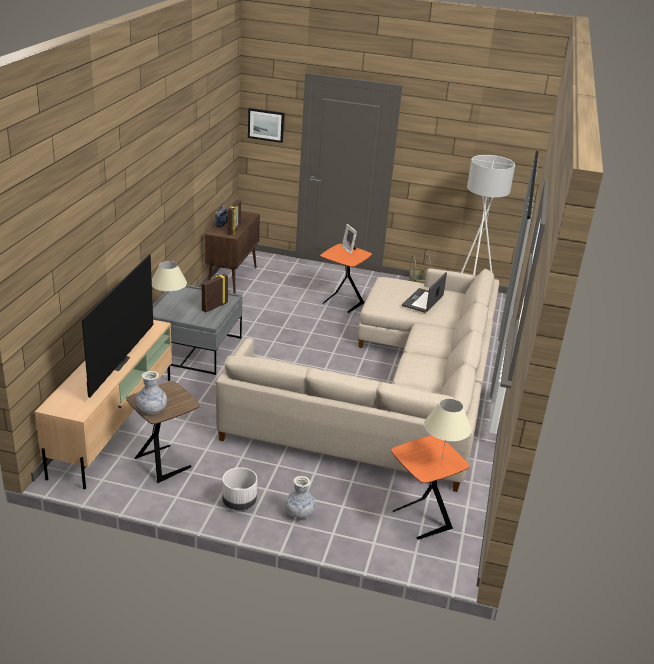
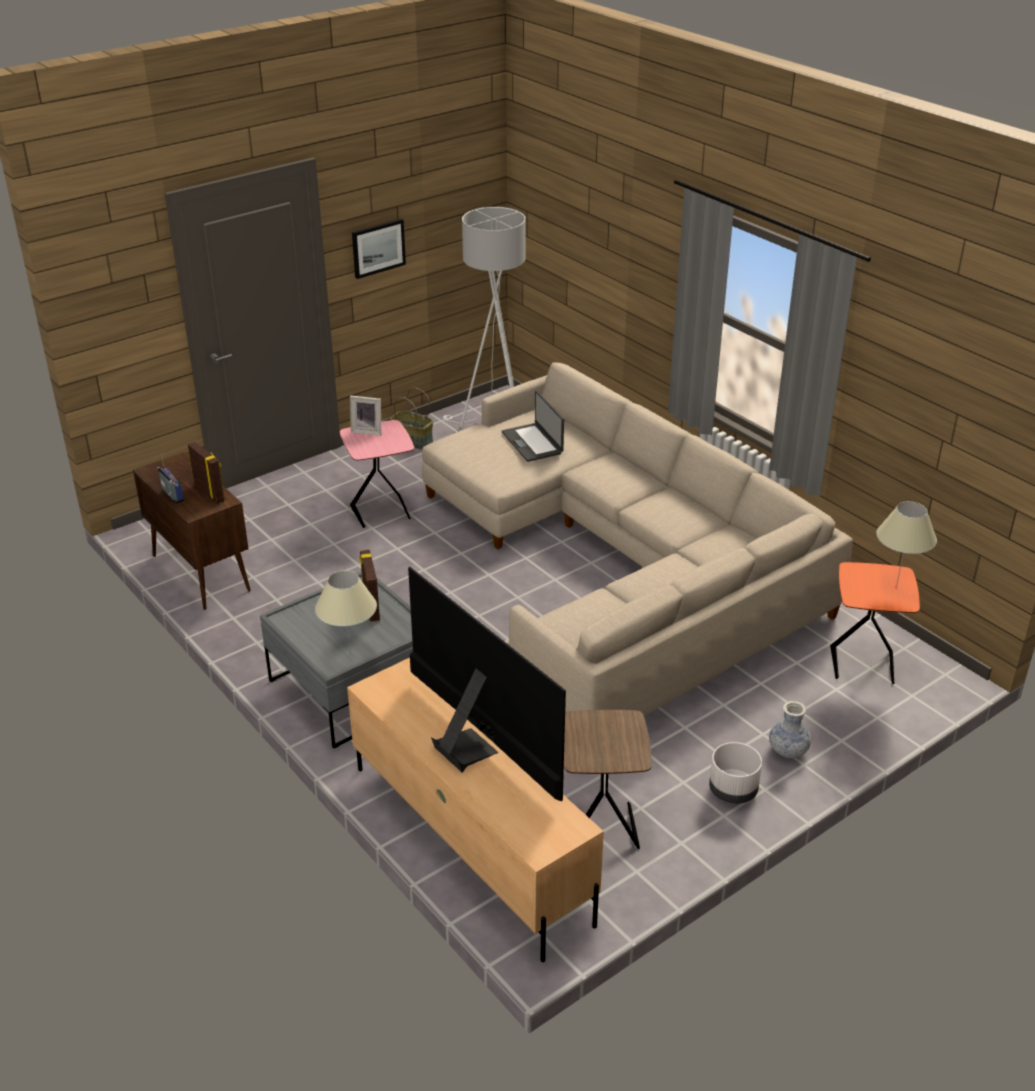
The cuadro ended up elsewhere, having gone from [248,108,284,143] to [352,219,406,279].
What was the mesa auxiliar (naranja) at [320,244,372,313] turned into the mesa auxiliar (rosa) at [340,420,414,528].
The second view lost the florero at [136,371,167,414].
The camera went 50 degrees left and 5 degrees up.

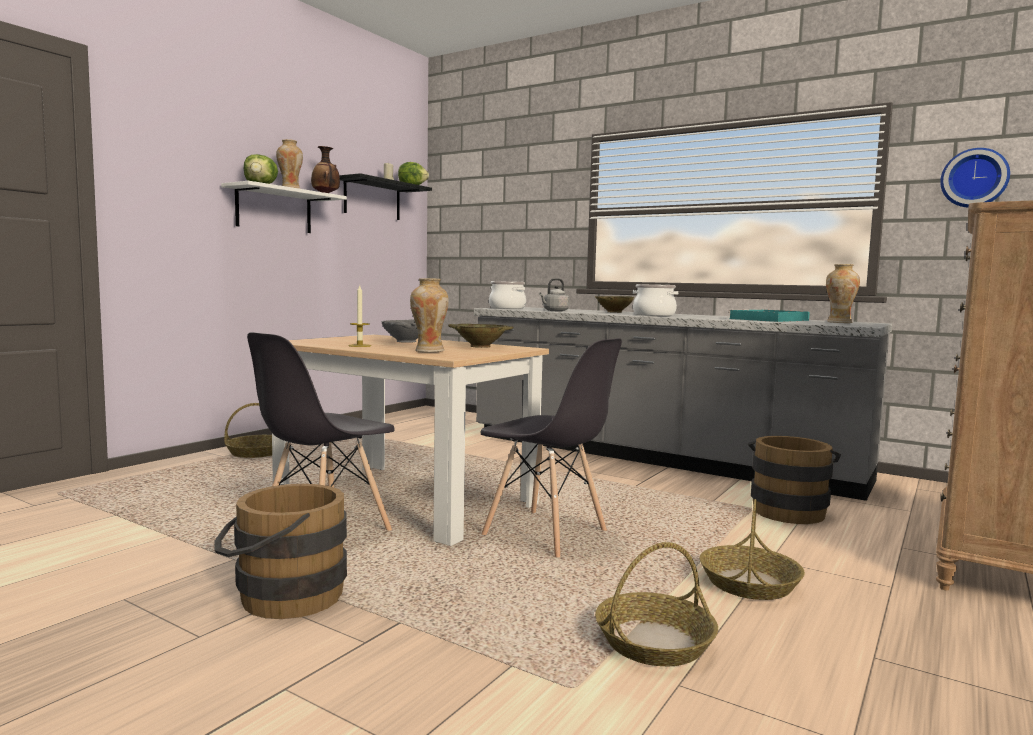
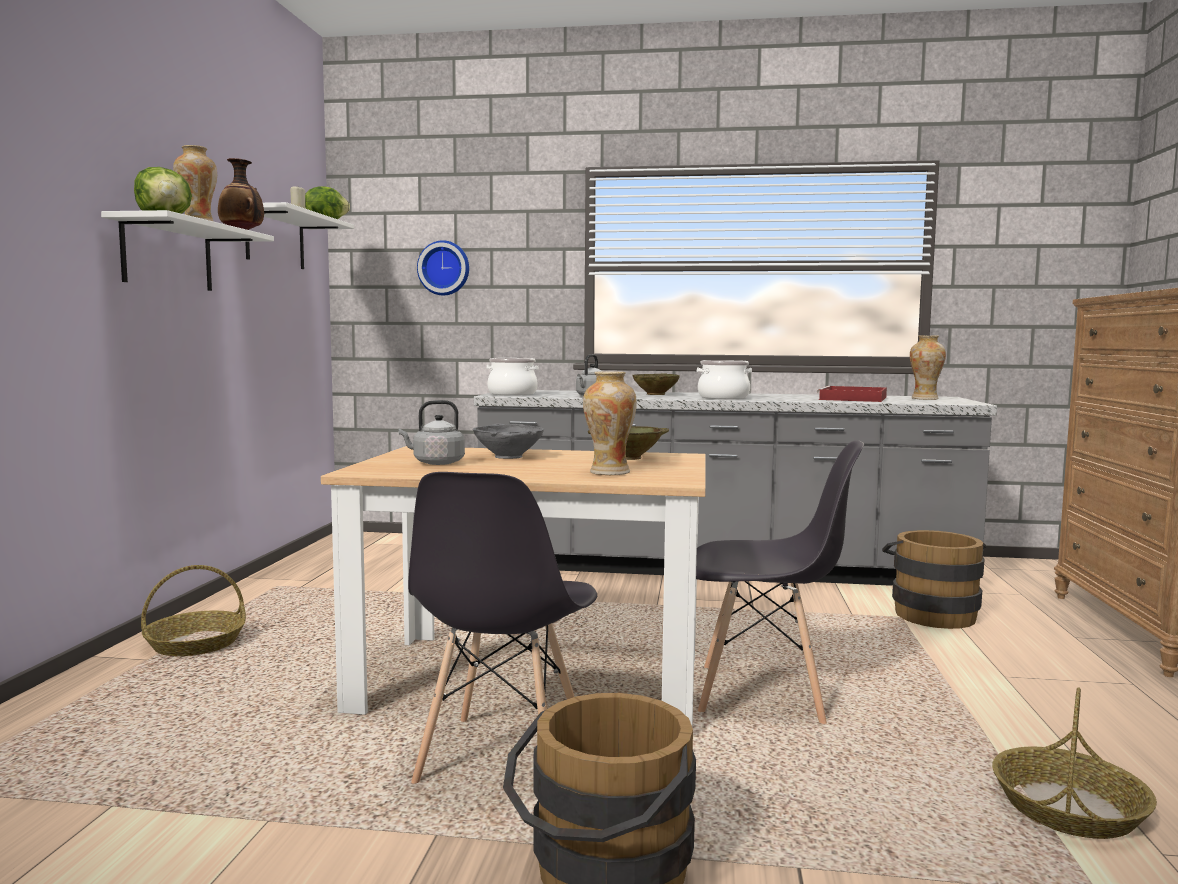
The reloj de pared ended up elsewhere, having gone from [940,148,1010,207] to [417,240,469,295].
What was the estante (negro) at [339,173,432,220] turned into the estante (blanco) at [245,202,354,269].
The second view lost the vela at [348,285,371,347].
What was the bandeja (turquesa) at [728,309,810,322] turned into the bandeja (rojo) at [817,386,887,402].
The second view lost the cesta at [699,499,805,600].
The second view gained the hervidor (gris) at [398,400,465,465].
The camera went 25 degrees left and 0 degrees up.

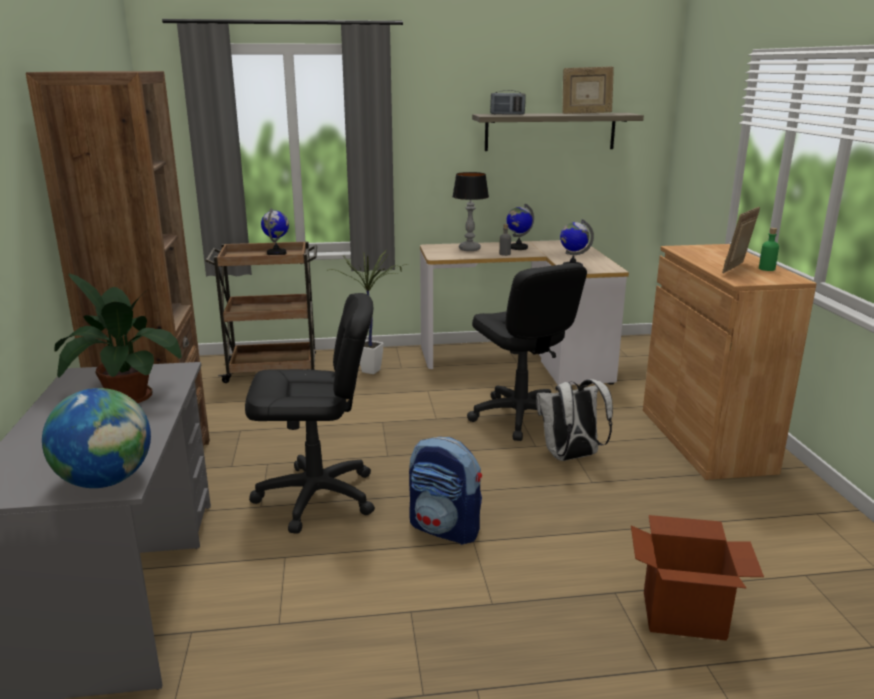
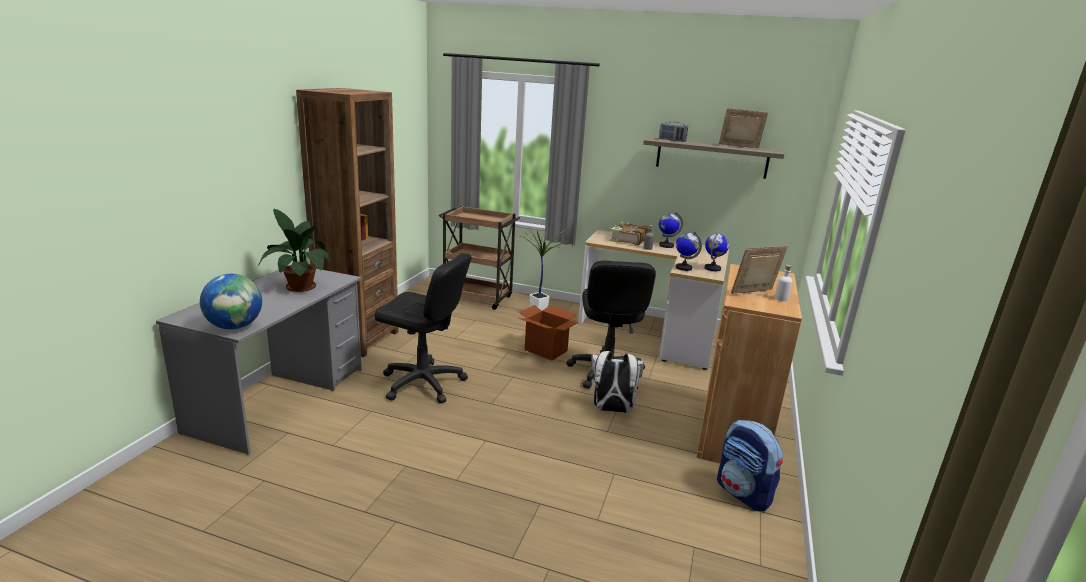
The portarretratos at [562,66,614,114] ended up facing another way, 150 degrees clockwise from before.
Where the lámpara de mesa stood at [452,172,489,251], the libro came to stand at [610,221,649,245].
The globo terráqueo ended up elsewhere, having gone from [261,209,289,255] to [704,232,729,271].
What was the botella (verde) at [759,228,779,271] turned into the botella (blanco) at [775,265,792,301].
The mochila ended up elsewhere, having gone from [409,437,482,545] to [717,420,783,512].
The caja de cartón ended up elsewhere, having gone from [631,515,764,641] to [519,305,579,360].
The camera went 25 degrees right and 0 degrees up.

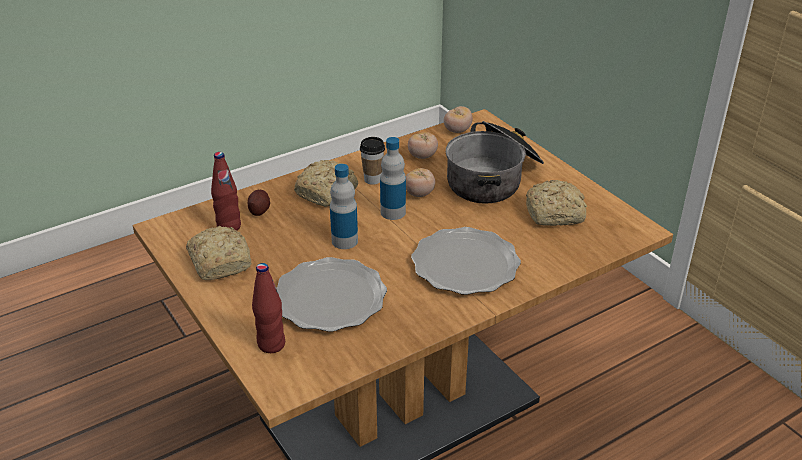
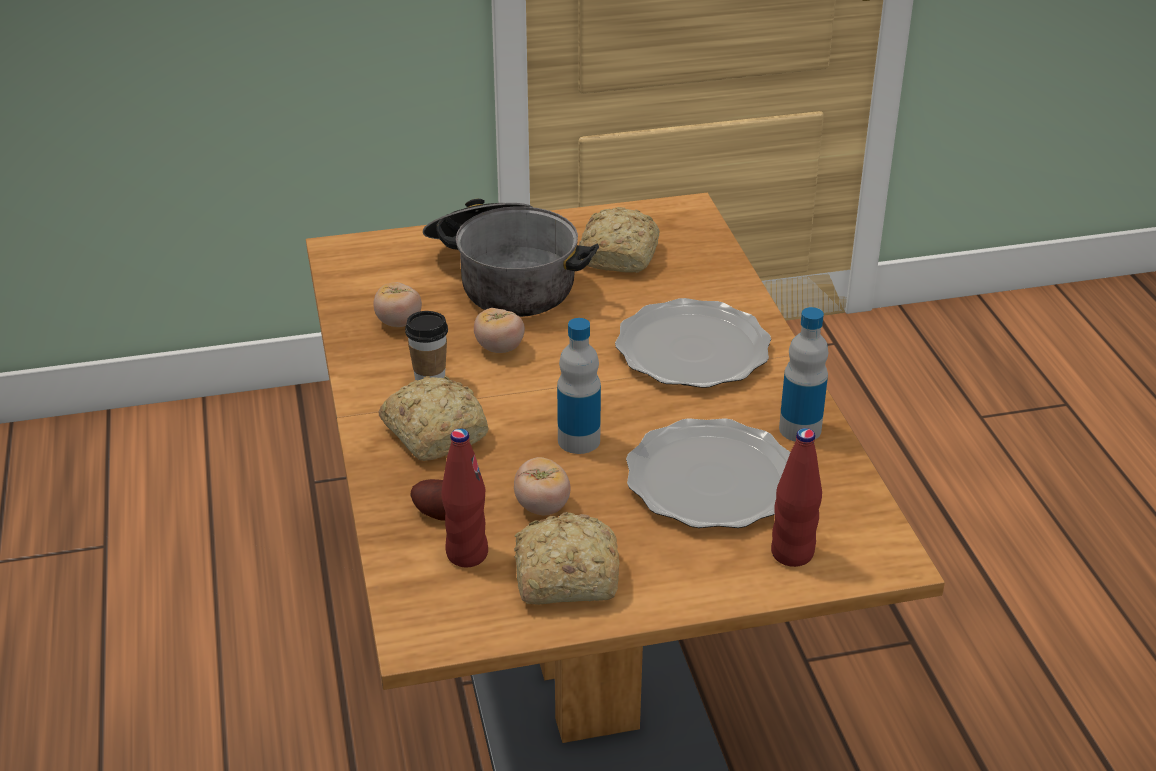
The tomate ended up elsewhere, having gone from [444,106,473,133] to [514,457,571,515].
The botella ended up elsewhere, having gone from [380,137,406,220] to [779,307,828,442].
The camera went 70 degrees left and 0 degrees up.

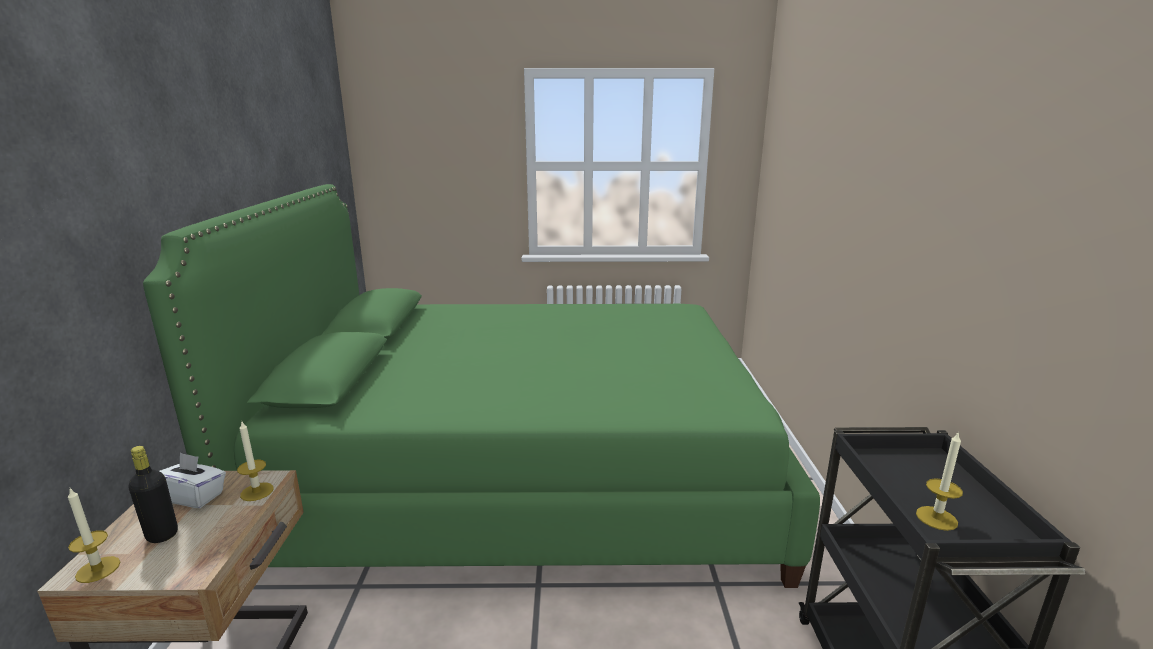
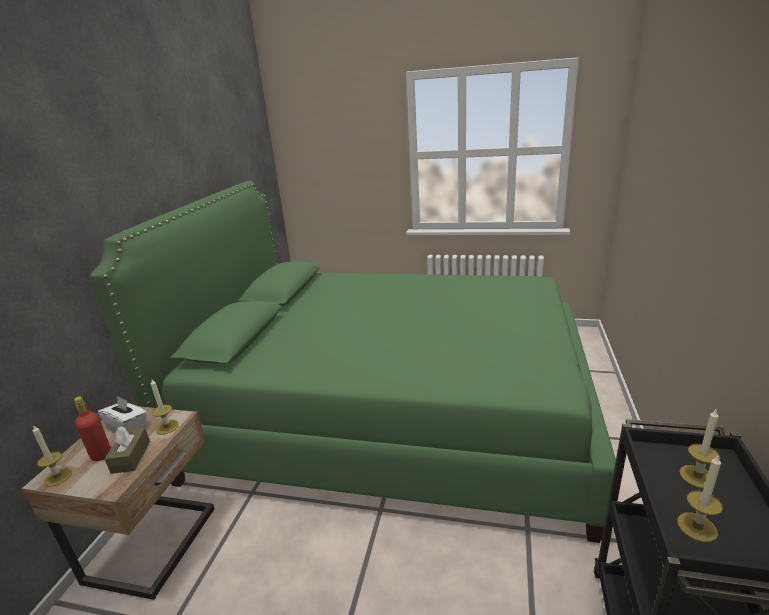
What was the botella (negro) at [128,446,178,543] turned into the botella (rojo) at [74,396,111,461].
The second view gained the vela at [679,410,720,488].
The second view gained the caja de pañuelos (marrón) at [105,426,150,474].
The camera went 15 degrees right and 5 degrees up.

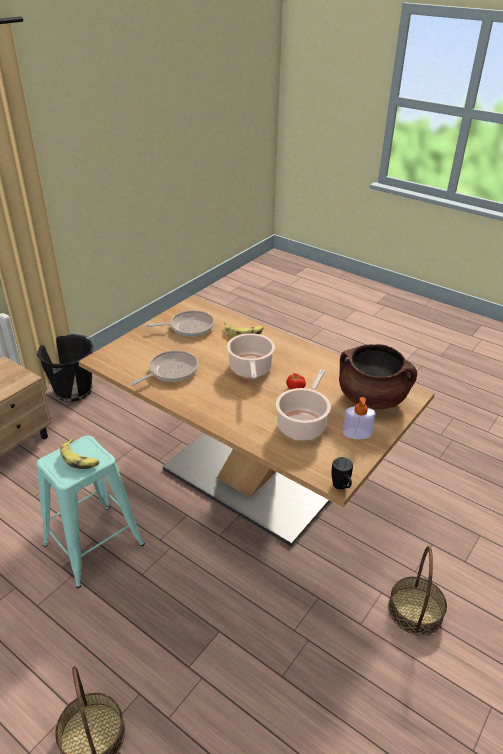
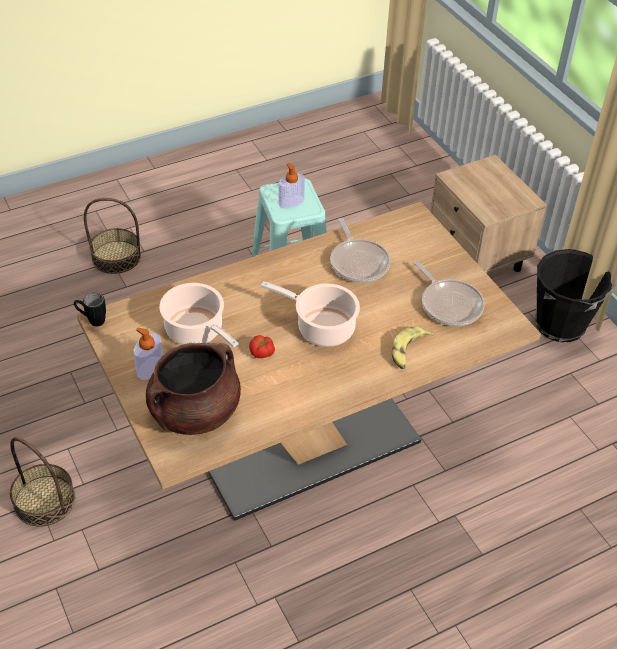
The sartén at [145,310,214,337] ended up facing another way, 45 degrees counterclockwise from before.
Where the plátano stood at [60,438,99,469], the dispensador de jabón came to stand at [279,163,305,208].
The camera went 115 degrees right and 10 degrees up.

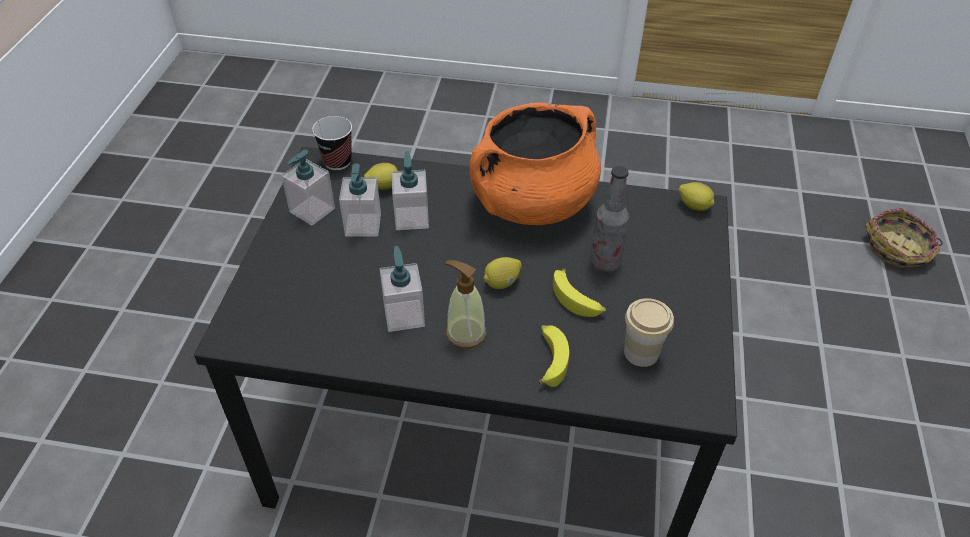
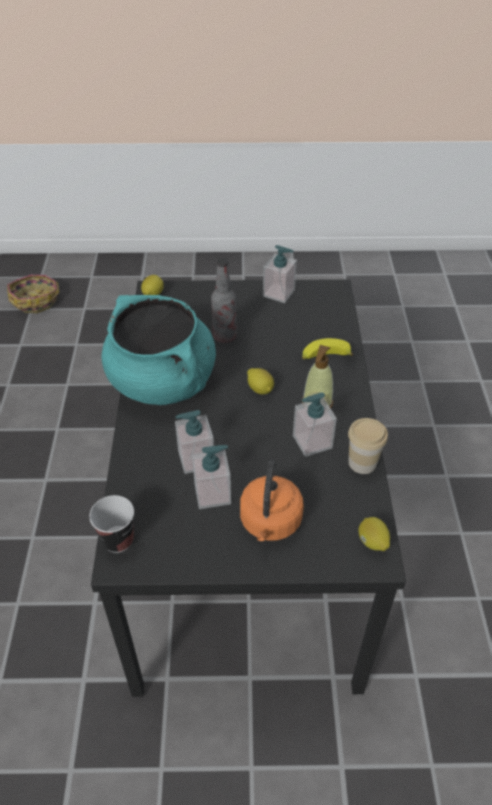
What was the olla (naranja) at [470,102,601,225] turned into the olla (turquesa) at [101,295,216,405].
The dispensador de jabón ended up elsewhere, having gone from [281,150,335,225] to [263,245,297,303].
The limón ended up elsewhere, having gone from [364,163,398,190] to [358,517,390,551].
The second view lost the plátano at [553,268,606,317].
The taza ended up elsewhere, having gone from [624,298,674,367] to [348,418,388,474].
The second view gained the hervidor (naranja) at [240,460,304,541].
The camera went 100 degrees left and 0 degrees up.

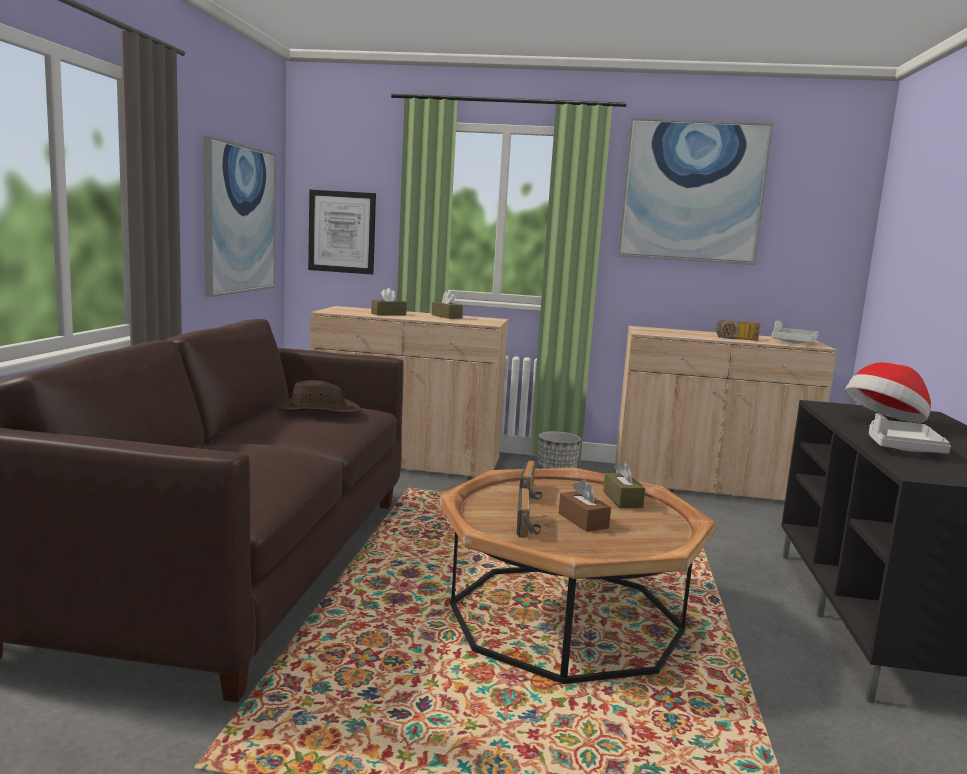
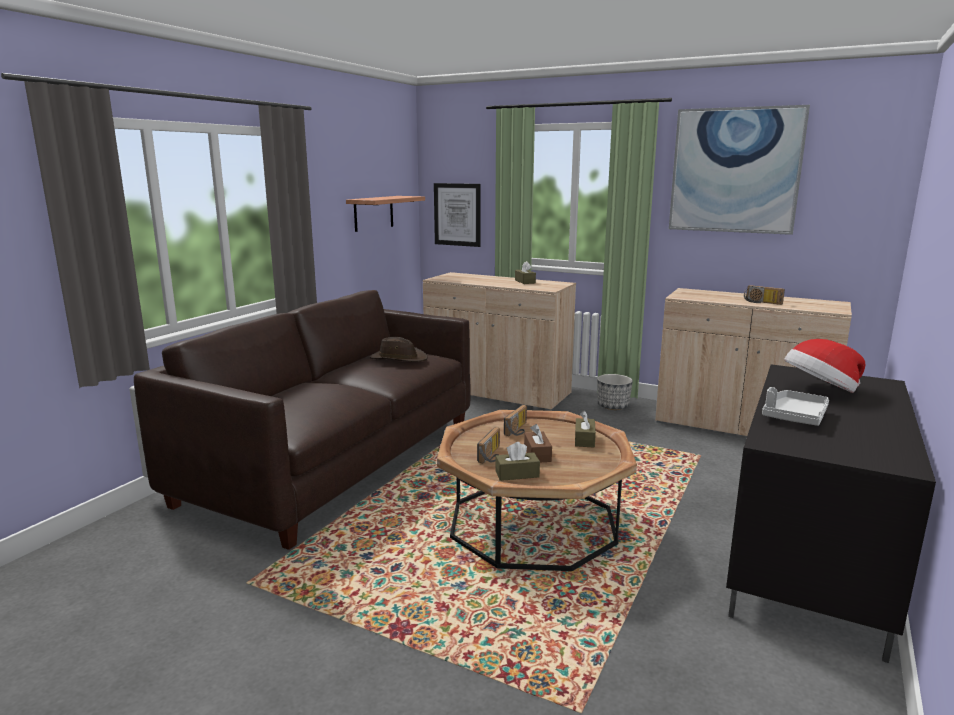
Where the cuadro hung at [203,135,276,297], the estante came to hang at [346,196,425,232].
The caja de pañuelos (marrón) ended up elsewhere, having gone from [371,288,407,315] to [495,442,540,481].
The second view lost the bandeja (gris) at [772,321,819,344].
The camera went 20 degrees right and 5 degrees up.

